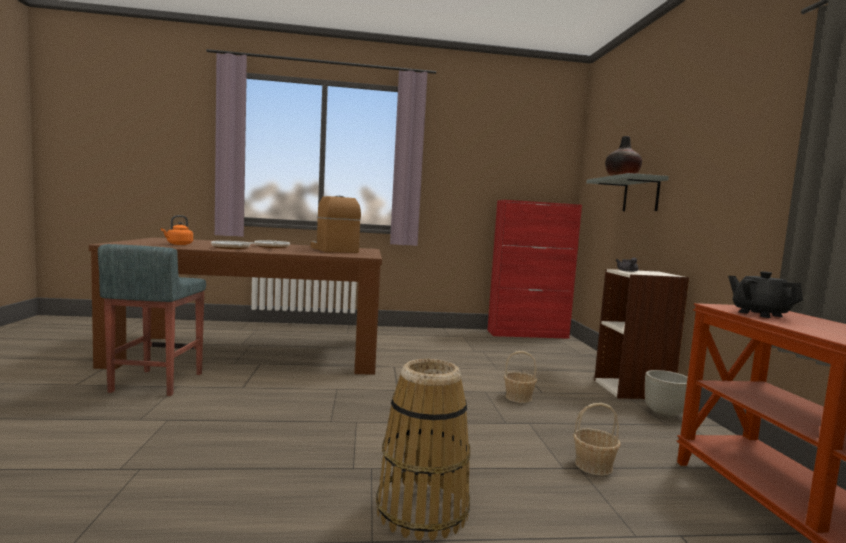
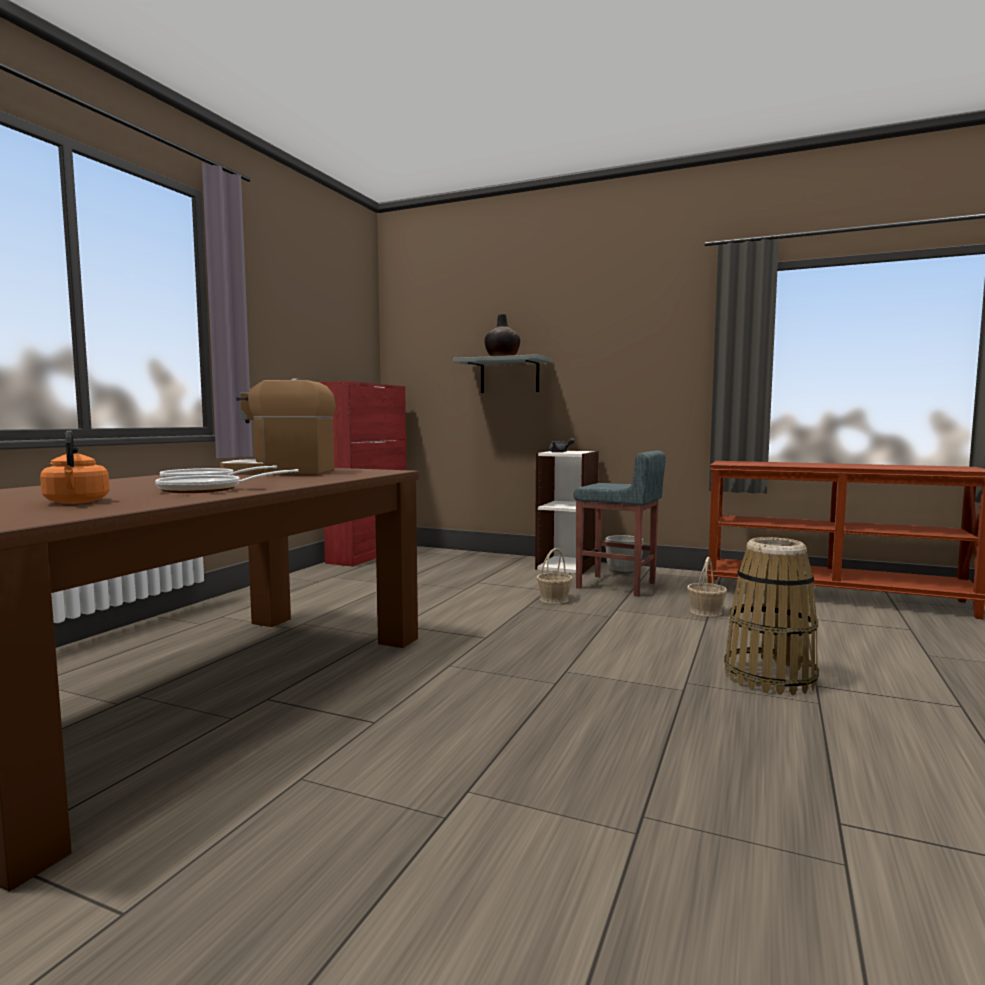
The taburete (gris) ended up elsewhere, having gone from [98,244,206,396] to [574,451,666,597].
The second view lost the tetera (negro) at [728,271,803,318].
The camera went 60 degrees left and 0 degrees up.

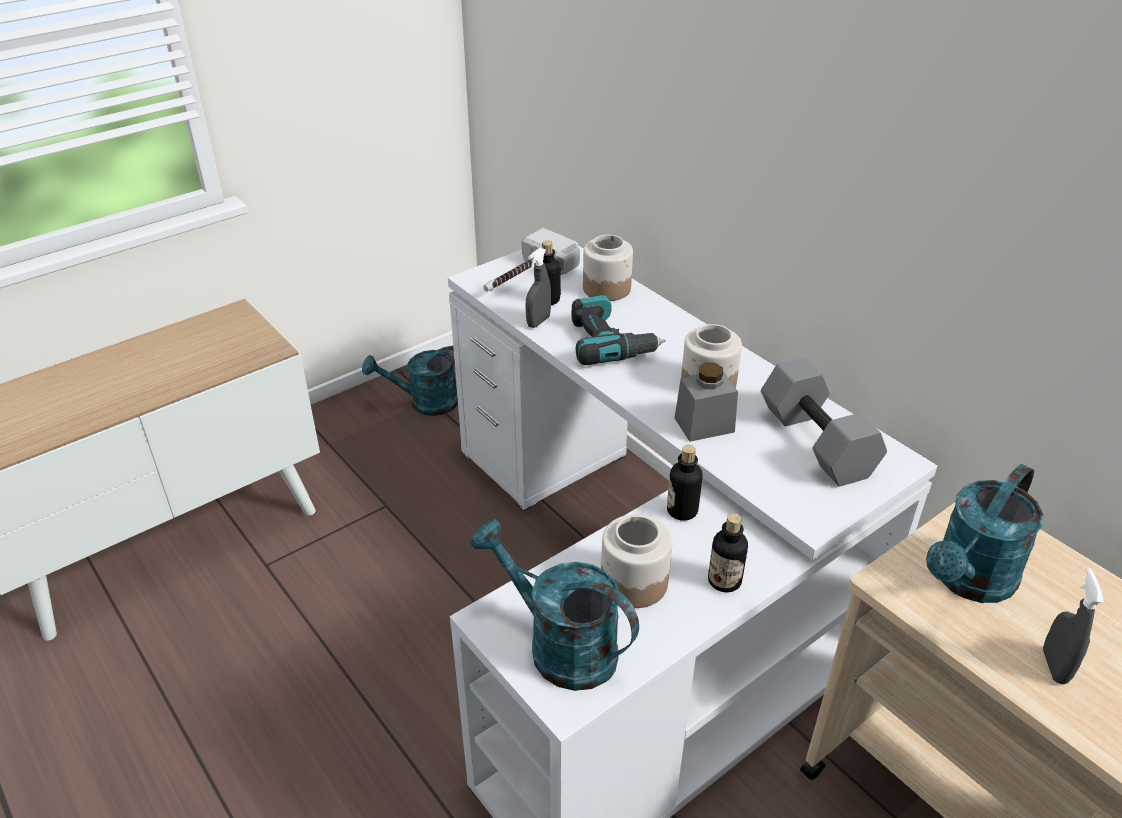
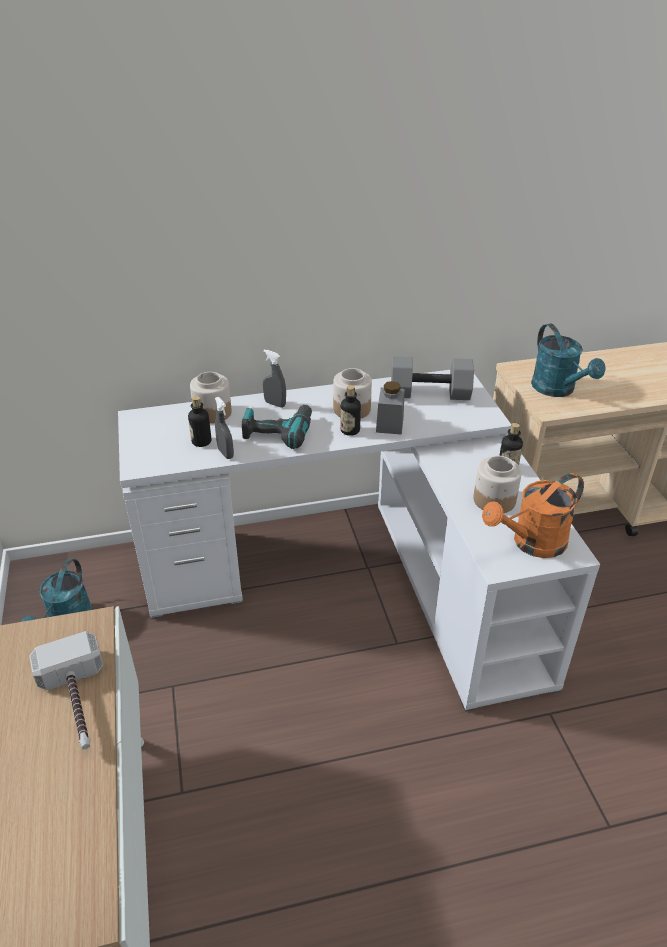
The martillo ended up elsewhere, having gone from [483,228,580,292] to [29,631,103,749].
The botella ended up elsewhere, having gone from [667,445,703,521] to [340,385,361,436].
What was the regadera (turquesa) at [470,520,639,691] turned into the regadera (naranja) at [482,473,584,558].
The pulverizador (gris) ended up elsewhere, having gone from [1043,568,1104,684] to [263,349,286,408].
The camera went 65 degrees left and 0 degrees up.

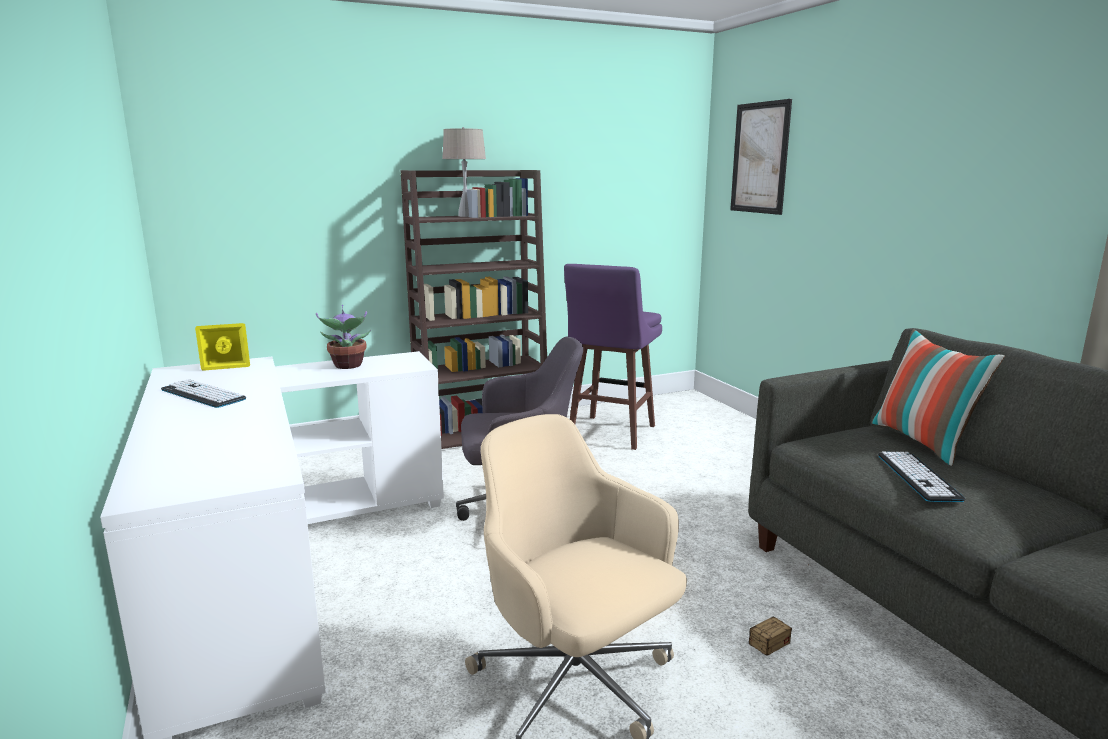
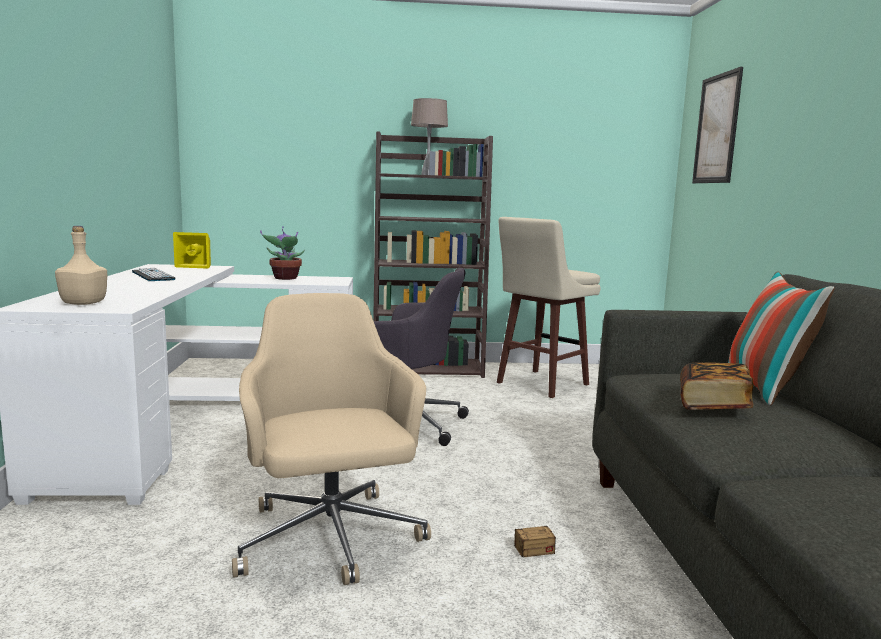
What was the taburete (morado) at [564,264,662,450] turned into the taburete (beis) at [497,217,600,398].
Where the teclado stood at [878,452,966,502], the libro came to stand at [680,362,753,410].
The second view gained the botella (beis) at [55,226,107,305].
The camera went 20 degrees right and 5 degrees down.

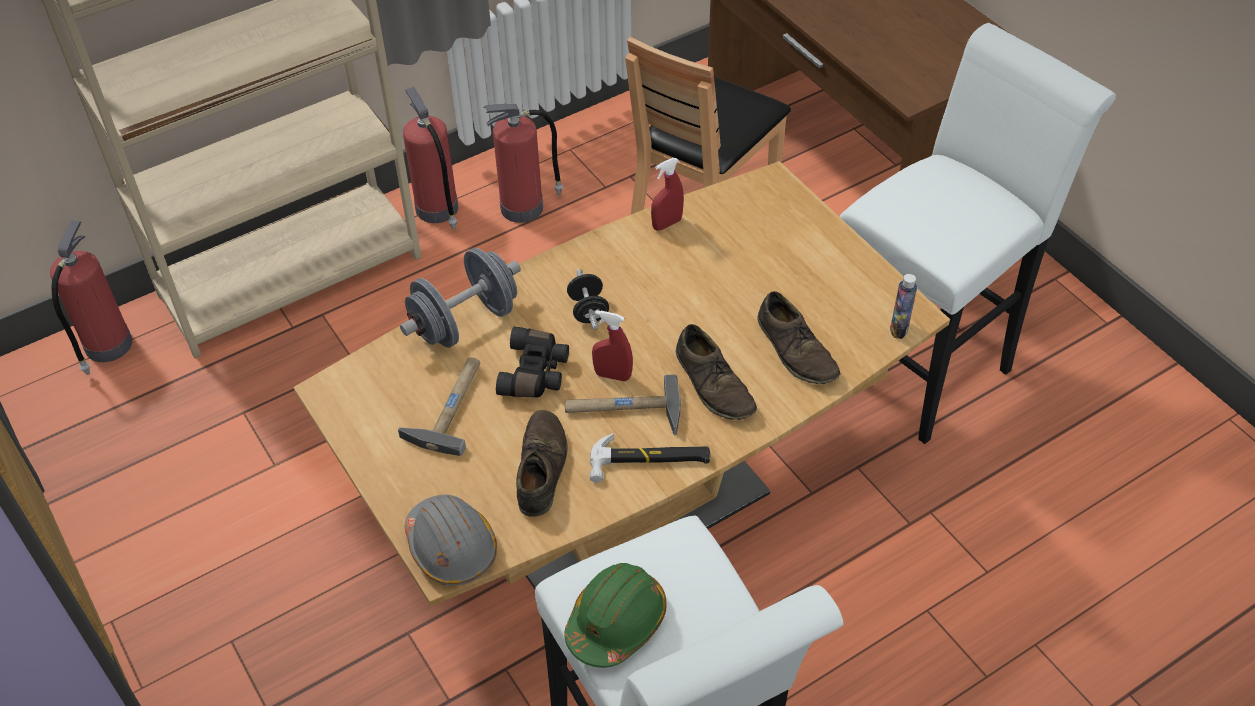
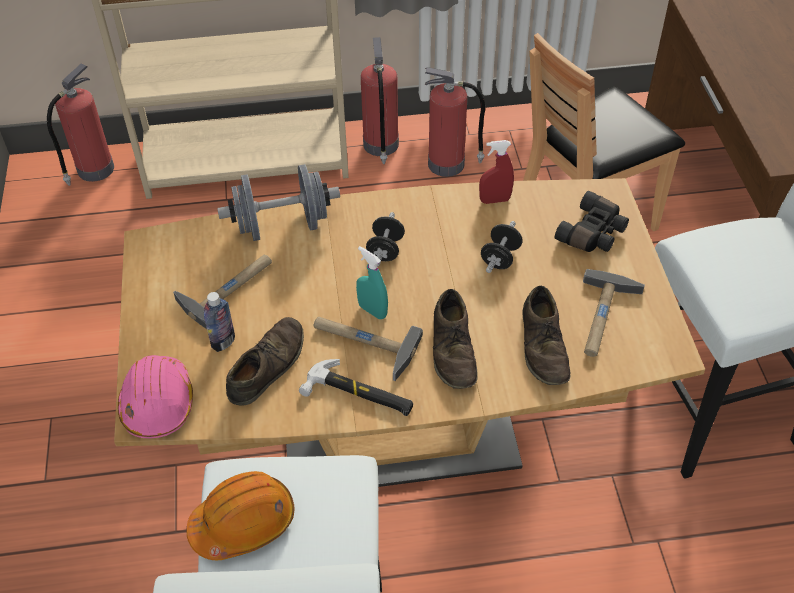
The botella ended up elsewhere, having gone from [890,274,917,339] to [204,292,235,352].
What was the pulverizador (rojo) at [592,310,633,381] turned into the pulverizador (turquesa) at [356,246,388,319].
The prismáticos (negro) ended up elsewhere, having gone from [496,327,569,398] to [555,191,629,252].
What was the casco (gris) at [405,495,497,586] turned into the casco (rosa) at [118,355,193,439].
What was the casco (verde) at [564,563,667,668] turned into the casco (naranja) at [187,471,294,560].
The second view gained the mancuerna (negro) at [481,221,523,273].
The second view gained the martillo at [583,269,645,357].
The camera went 25 degrees right and 0 degrees up.

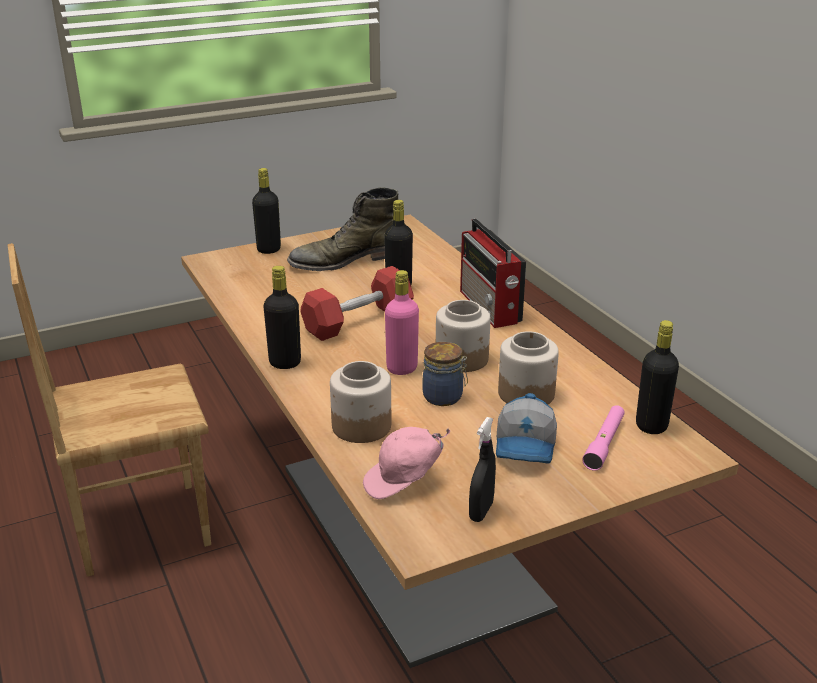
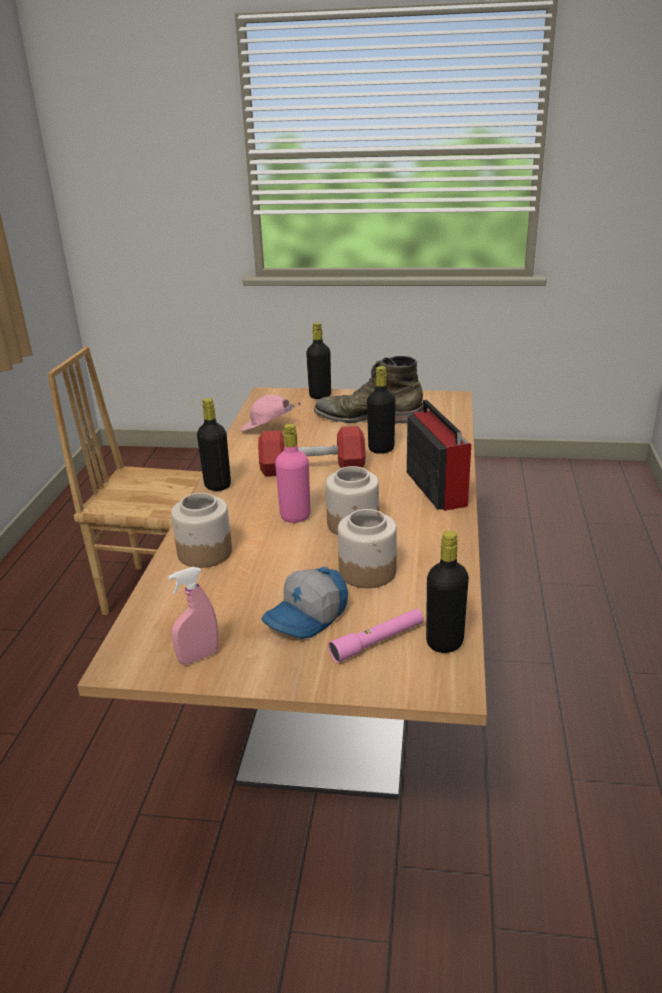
The radio at [460,219,526,328] ended up facing another way, 150 degrees clockwise from before.
The second view lost the tarro at [422,342,468,406].
What was the pulverizador (negro) at [469,417,496,522] turned into the pulverizador (rosa) at [168,567,219,664].
The gorra (rosa) ended up elsewhere, having gone from [363,427,450,499] to [240,395,301,431].
The camera went 35 degrees right and 0 degrees up.

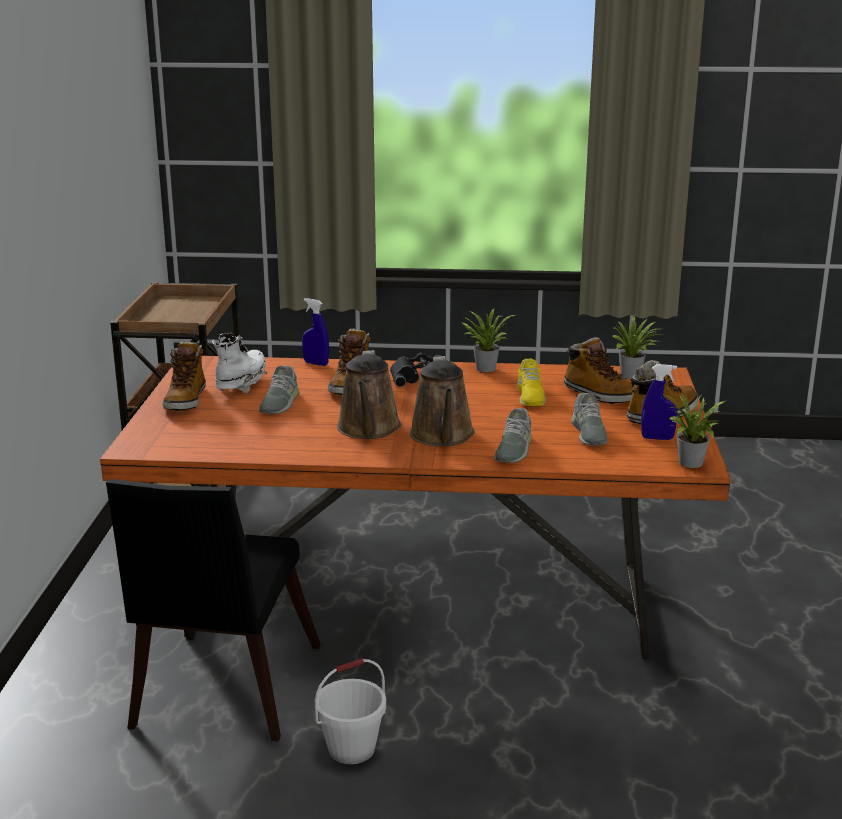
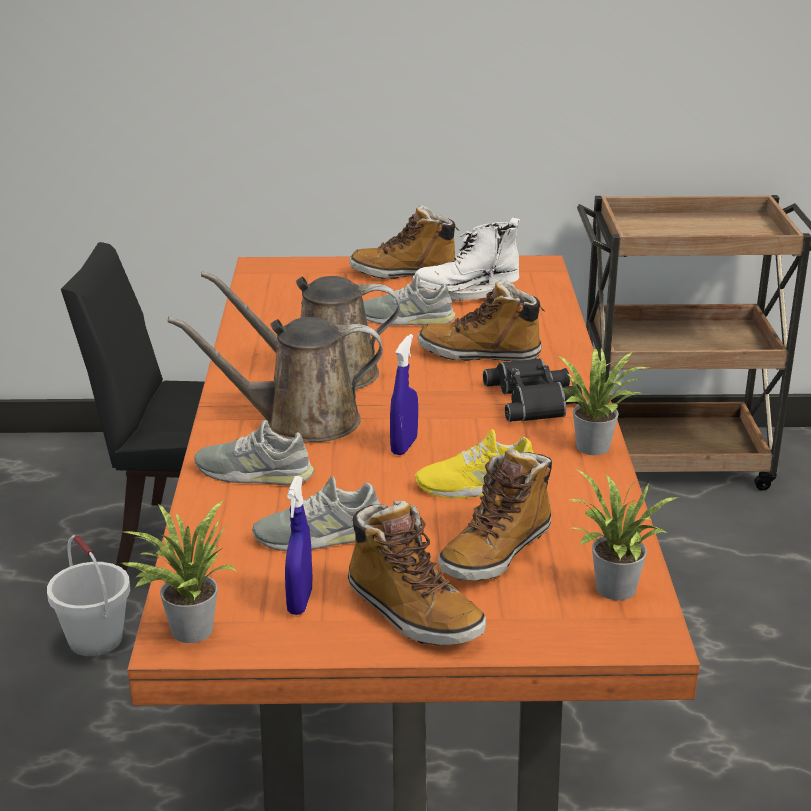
The pulverizador (azul) ended up elsewhere, having gone from [302,298,329,366] to [390,334,418,455].
The bota (blanco) at [212,333,267,394] ended up facing another way, 150 degrees clockwise from before.
The camera went 85 degrees right and 5 degrees up.

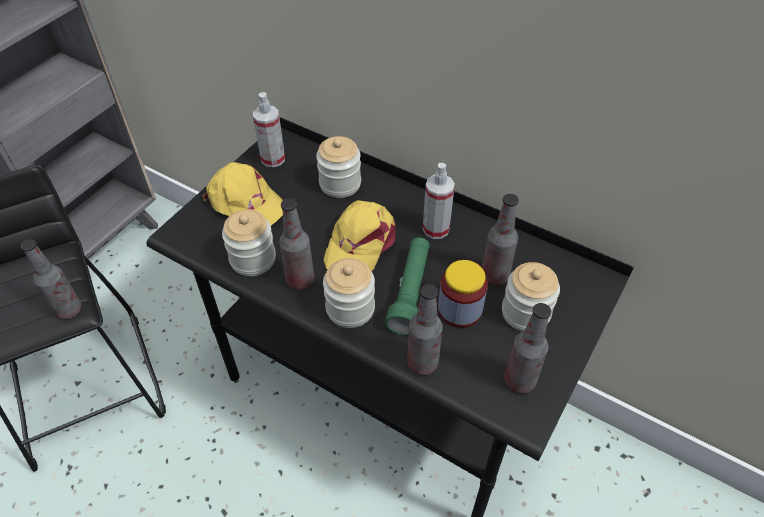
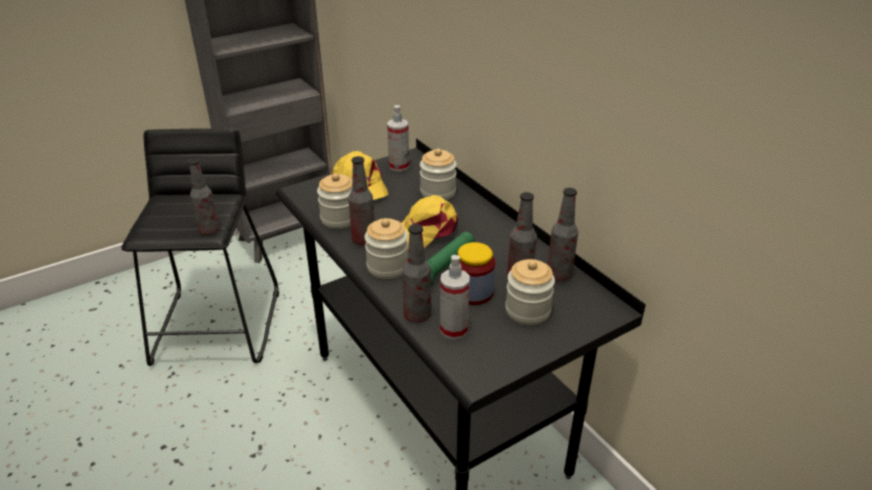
The pulverizador ended up elsewhere, having gone from [423,163,455,239] to [440,255,470,340].
The botella ended up elsewhere, having gone from [504,303,551,394] to [547,188,578,281].
The camera went 25 degrees right and 15 degrees down.

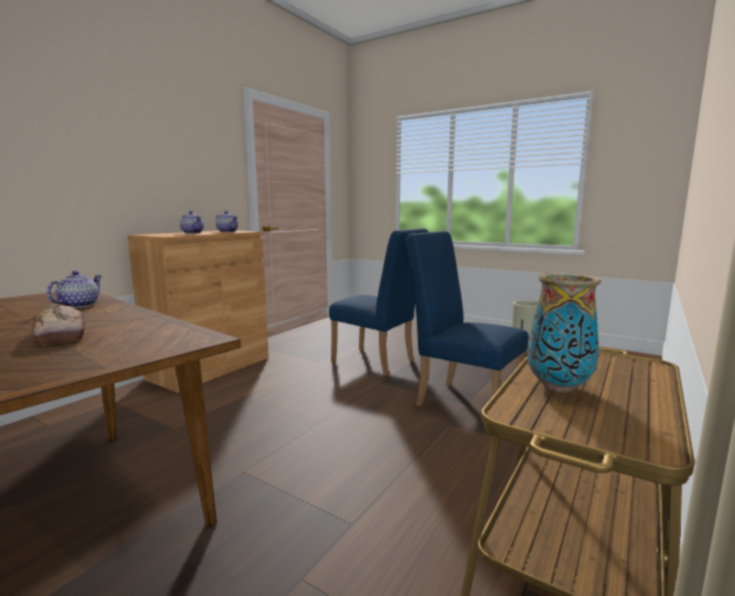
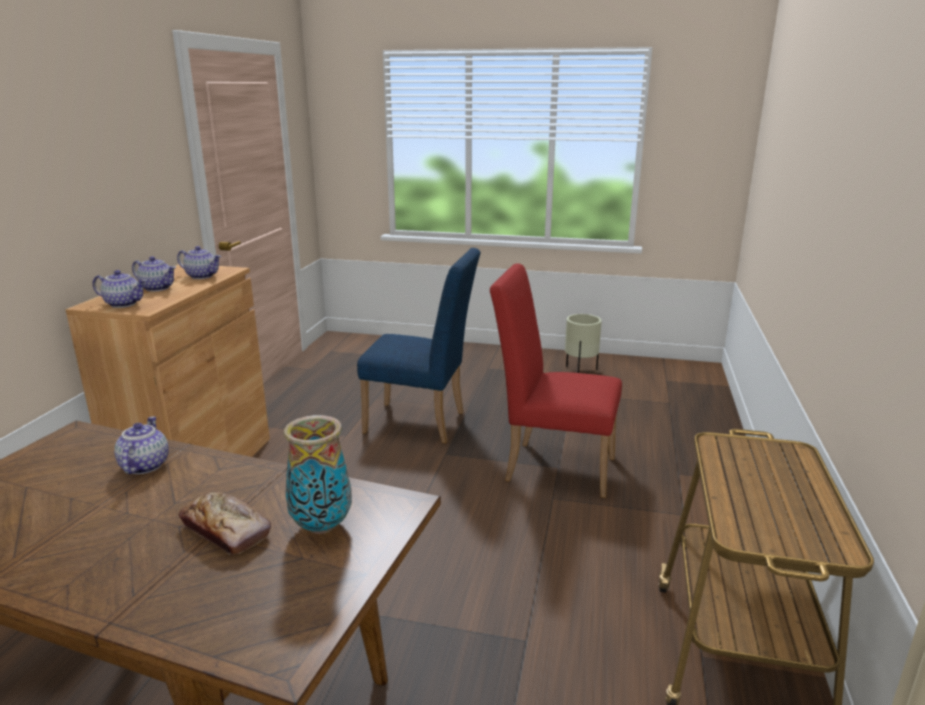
What was the silla (azul) at [405,231,528,407] turned into the silla (rojo) at [490,263,622,498].
The florero ended up elsewhere, having gone from [527,273,601,393] to [284,415,352,534].
The second view gained the tetera at [93,270,146,308].
The camera went 20 degrees left and 10 degrees up.

